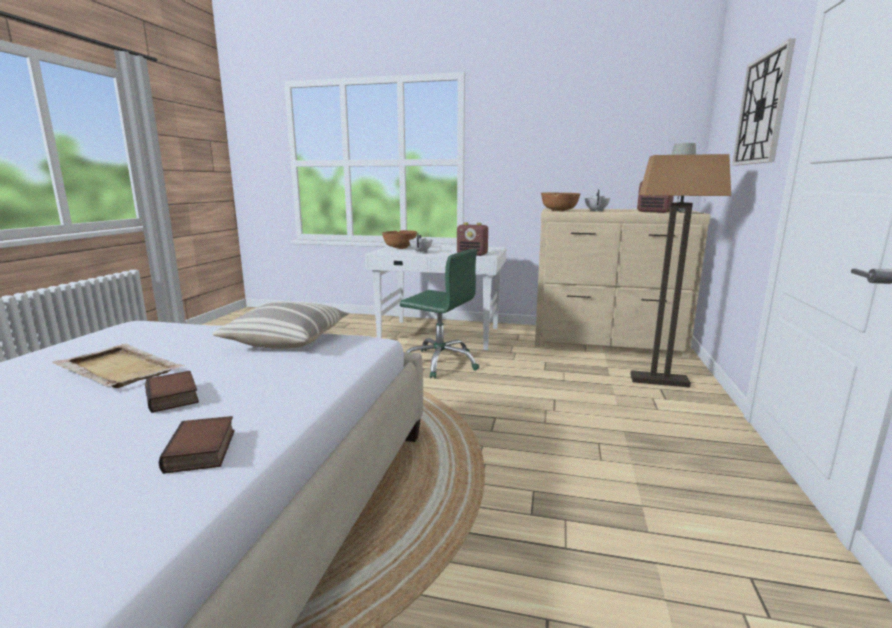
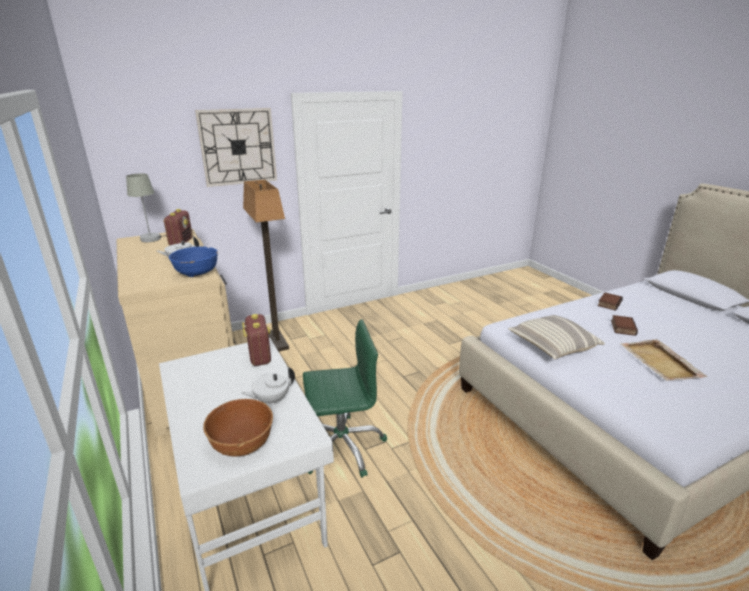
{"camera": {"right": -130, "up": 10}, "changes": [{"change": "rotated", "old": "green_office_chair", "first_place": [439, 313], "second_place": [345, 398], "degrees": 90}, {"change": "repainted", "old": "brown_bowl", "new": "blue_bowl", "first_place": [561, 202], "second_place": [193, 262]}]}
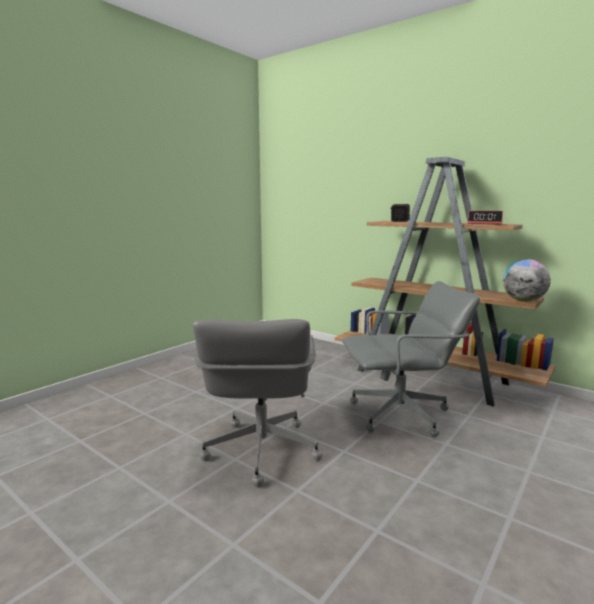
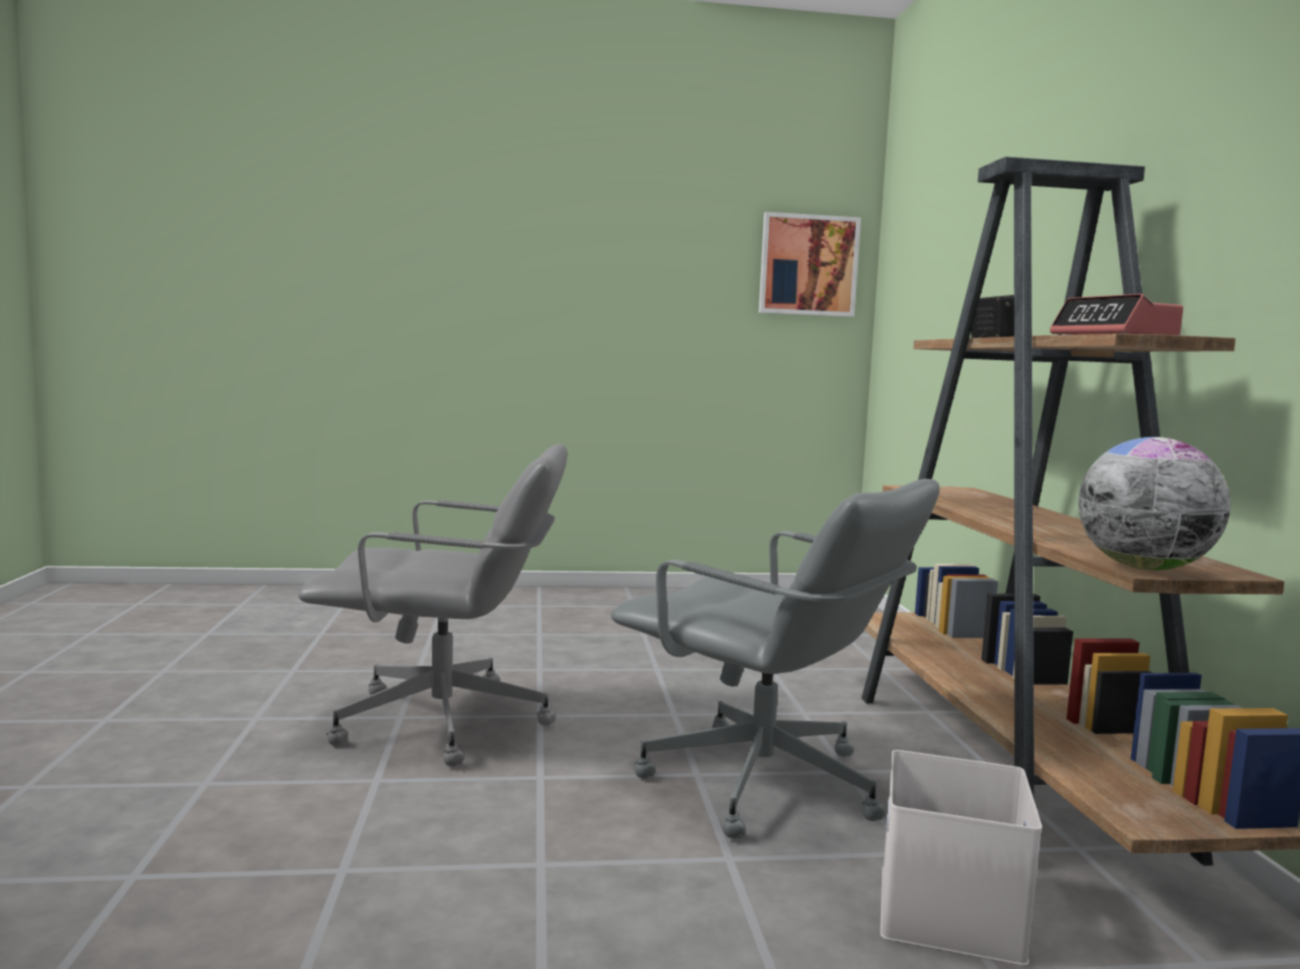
{"camera": {"right": 45, "up": -5}, "changes": [{"change": "rotated", "old": "grey_office_chair", "first_place": [257, 403], "second_place": [432, 605], "degrees": -135}, {"change": "new", "new": "picture", "second_place": [810, 264]}, {"change": "new", "new": "white_storage_box", "second_place": [961, 858]}]}
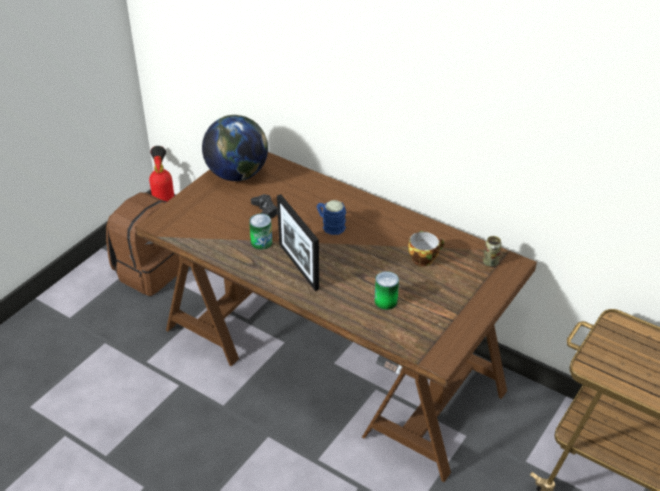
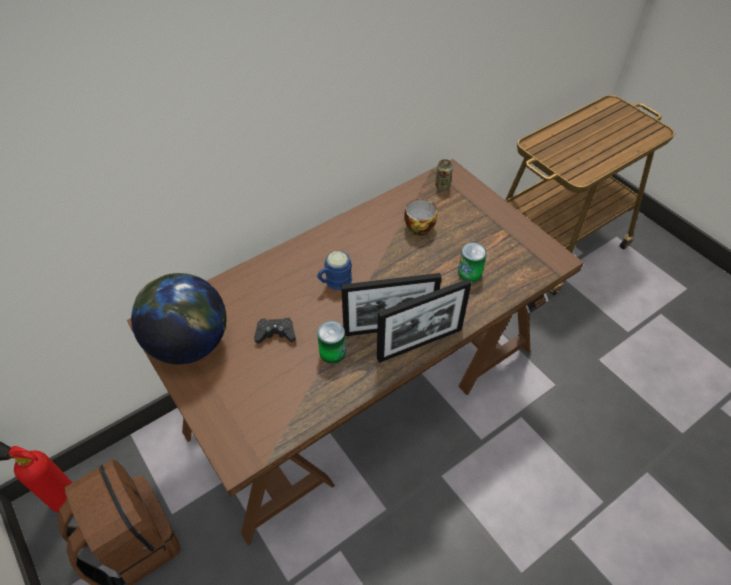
{"camera": {"right": -70, "up": 10}, "changes": [{"change": "new", "new": "picture_frame", "second_place": [424, 321]}]}
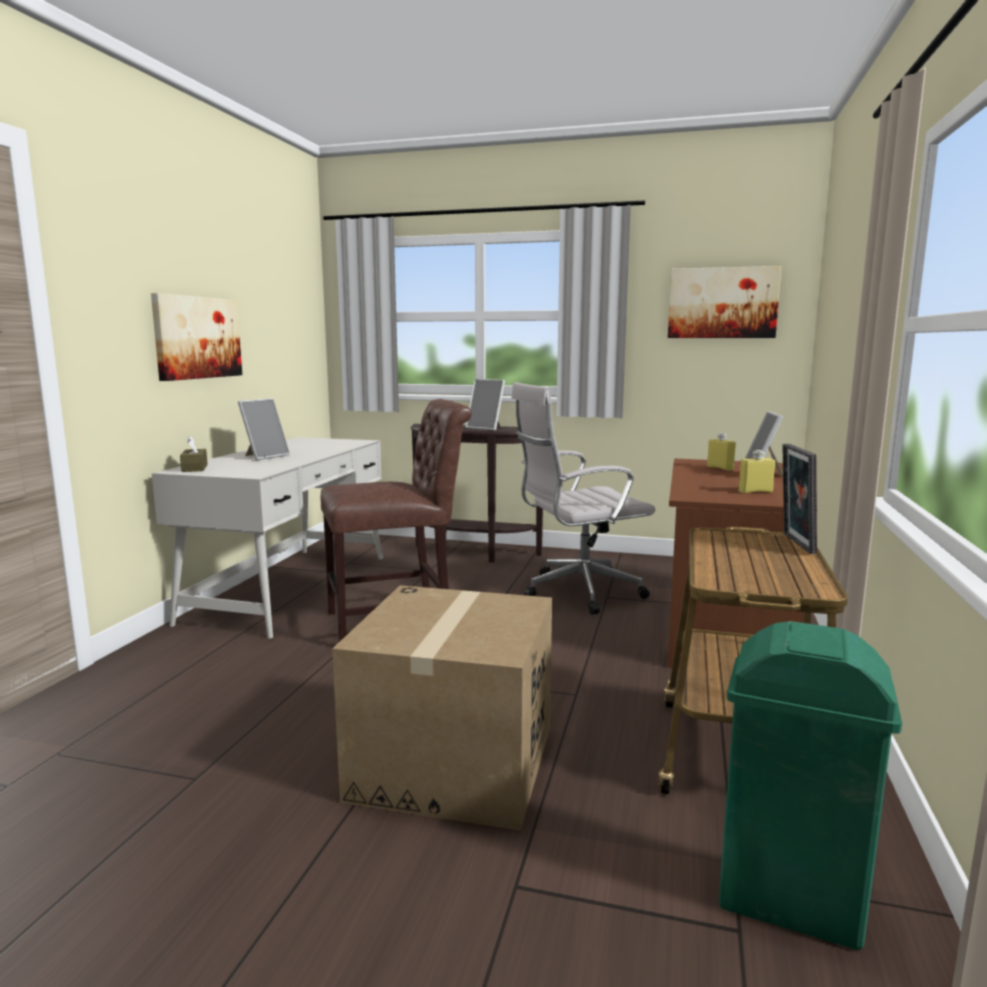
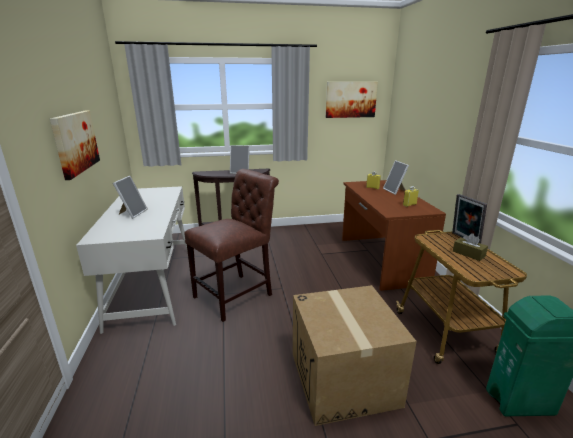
{"camera": {"right": -25, "up": 10}, "changes": [{"change": "shifted", "old": "brown_tissue_box", "first_place": [194, 454], "second_place": [470, 247]}, {"change": "gone", "old": "white_office_chair", "first_place": [584, 498]}]}
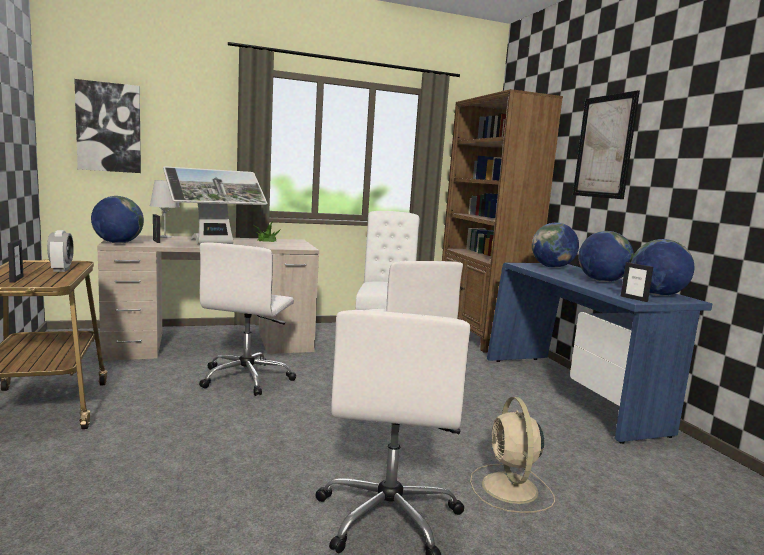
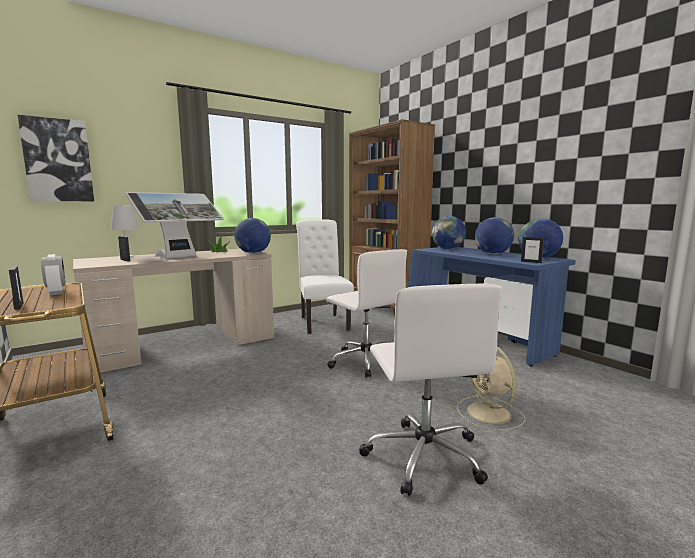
{"camera": {"right": -15, "up": 0}, "changes": [{"change": "shifted", "old": "globe", "first_place": [117, 220], "second_place": [252, 235]}, {"change": "gone", "old": "white_office_chair", "first_place": [247, 319]}, {"change": "gone", "old": "picture", "first_place": [606, 144]}]}
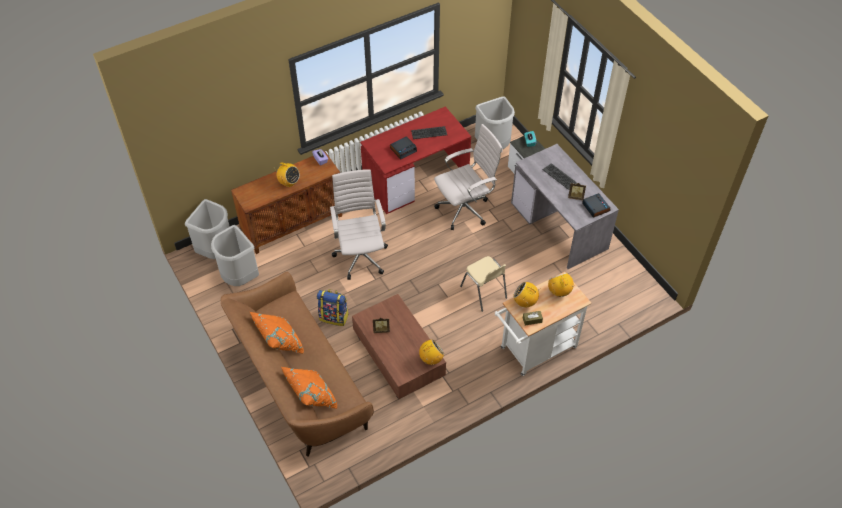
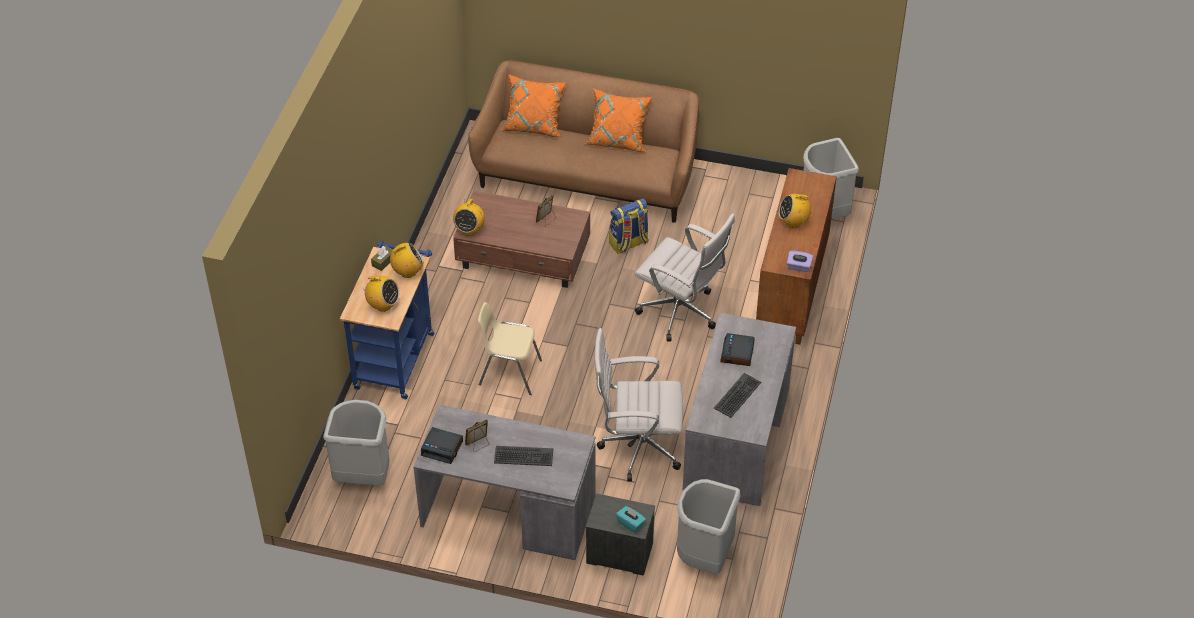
{"camera": {"right": 135, "up": -5}, "changes": [{"change": "shifted", "old": "grey_trash_can", "first_place": [235, 255], "second_place": [356, 443]}, {"change": "repainted", "old": "red_desk", "new": "grey_desk", "first_place": [415, 160], "second_place": [739, 409]}, {"change": "rotated", "old": "white_office_chair", "first_place": [468, 177], "second_place": [639, 405], "degrees": 75}, {"change": "repainted", "old": "white_cart", "new": "blue_cart", "first_place": [543, 324], "second_place": [387, 320]}]}
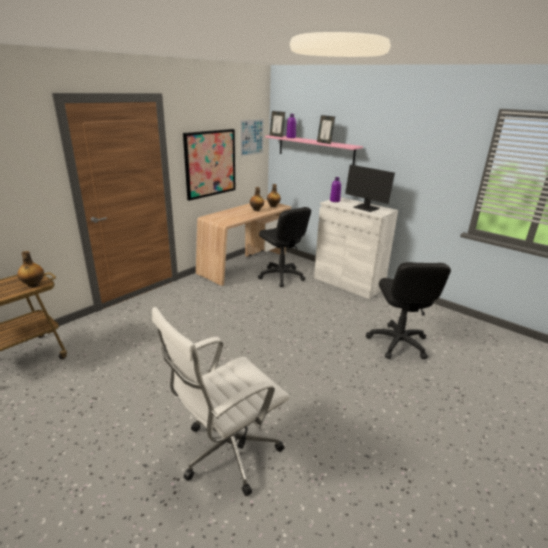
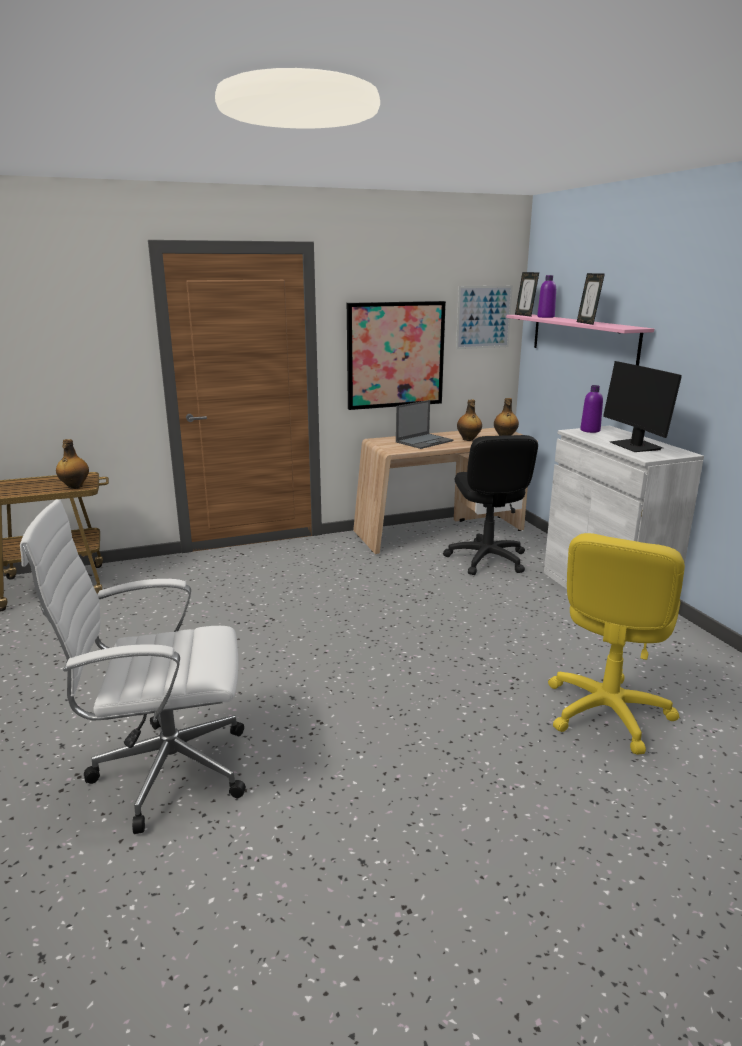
{"camera": {"right": 30, "up": -5}, "changes": [{"change": "repainted", "old": "black_office_chair", "new": "yellow_office_chair", "first_place": [408, 310], "second_place": [616, 644]}, {"change": "new", "new": "laptop", "second_place": [425, 424]}]}
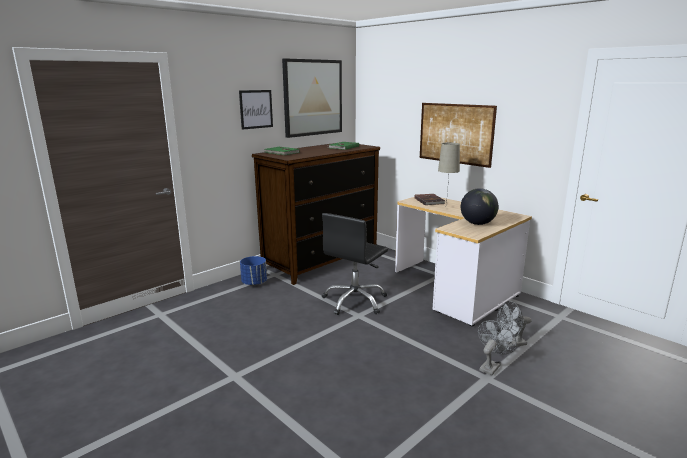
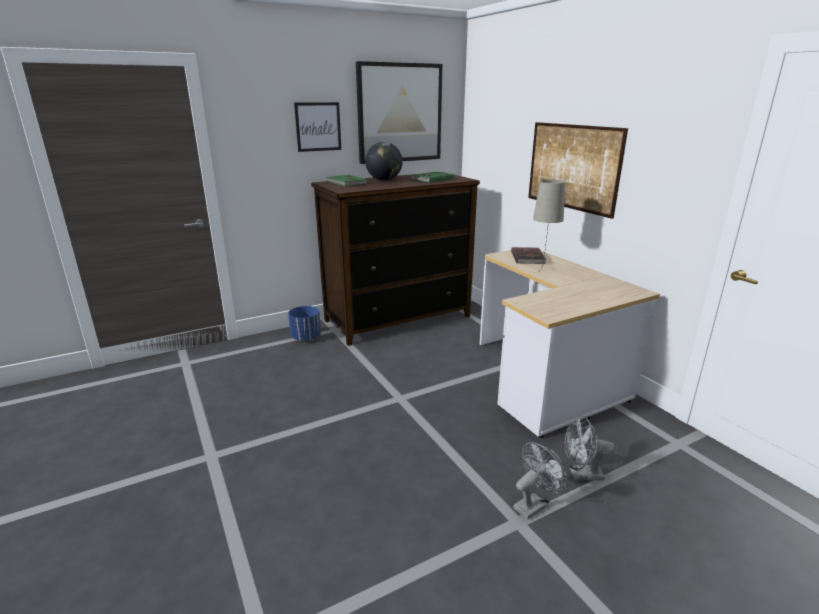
{"camera": {"right": 15, "up": 5}, "changes": [{"change": "gone", "old": "black_office_chair", "first_place": [355, 264]}, {"change": "shifted", "old": "globe", "first_place": [480, 206], "second_place": [384, 161]}]}
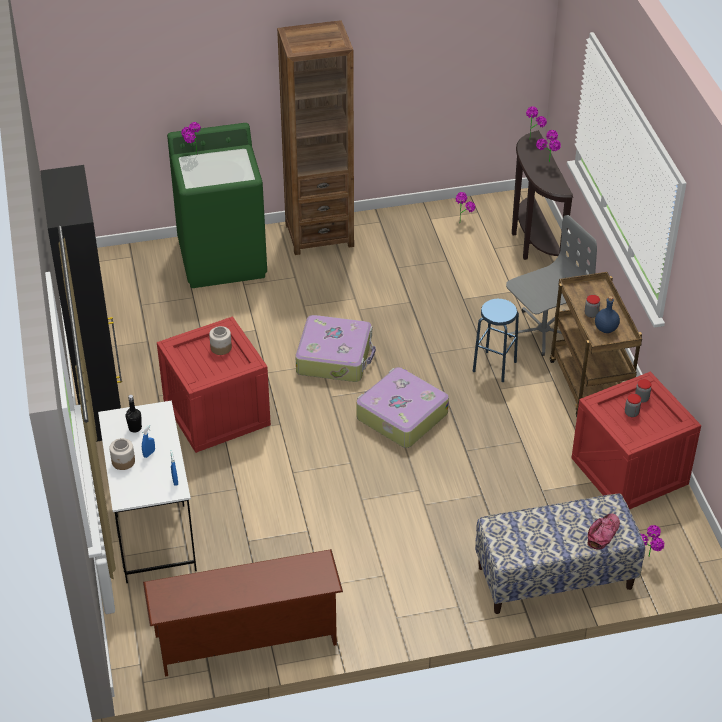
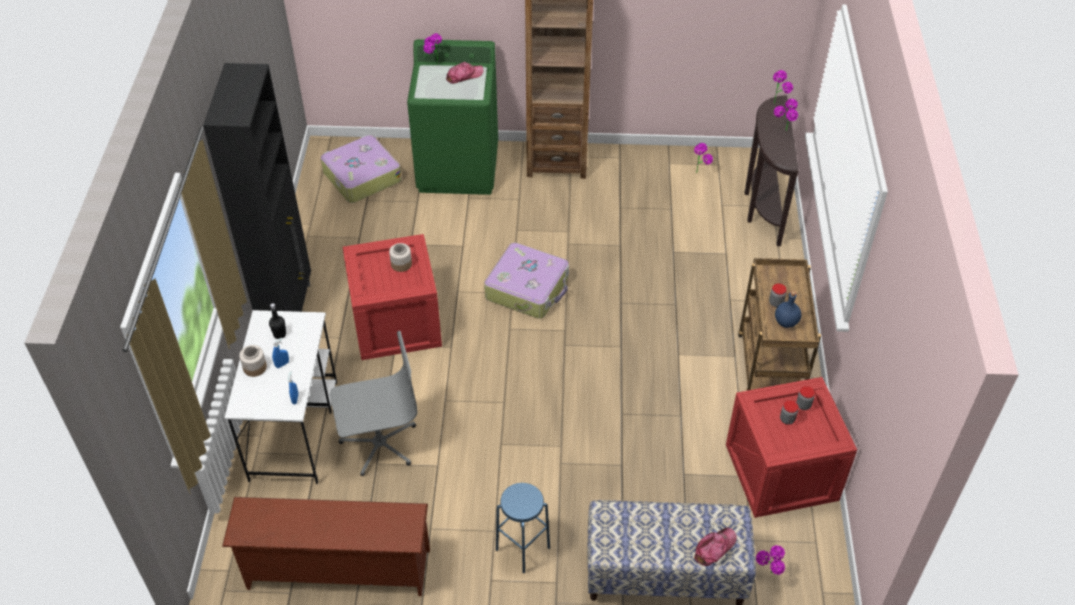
{"camera": {"right": 15, "up": 5}, "changes": [{"change": "shifted", "old": "suitcase", "first_place": [402, 407], "second_place": [361, 169]}, {"change": "shifted", "old": "blue_stool", "first_place": [496, 340], "second_place": [523, 528]}, {"change": "shifted", "old": "grey_office_chair", "first_place": [551, 285], "second_place": [374, 403]}, {"change": "new", "new": "cap", "second_place": [465, 73]}]}
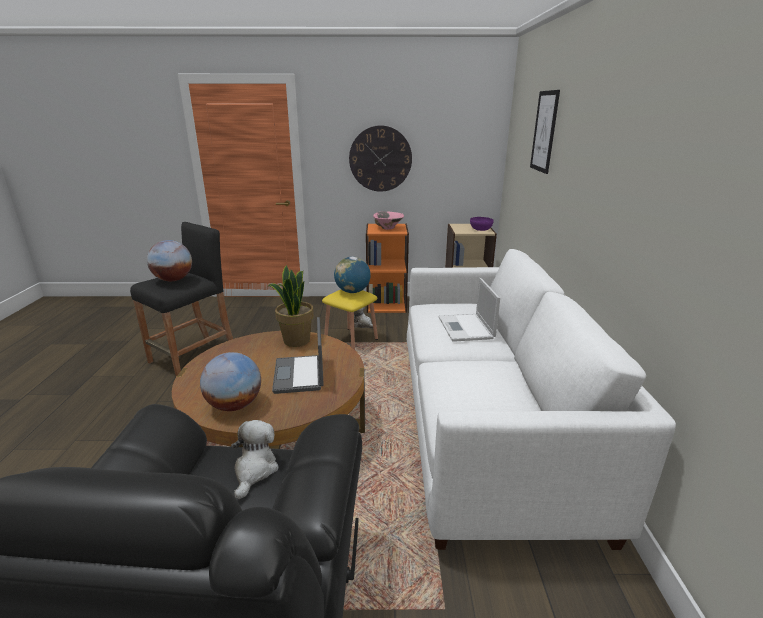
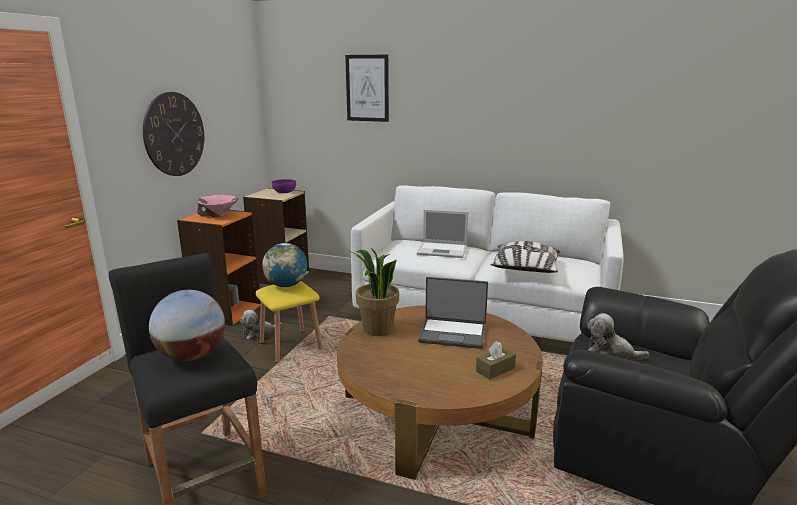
{"camera": {"right": -70, "up": -5}, "changes": [{"change": "swapped", "old": "globe", "new": "brown_tissue_box", "first_place": [230, 381], "second_place": [496, 360]}, {"change": "new", "new": "pillow", "second_place": [525, 257]}]}
